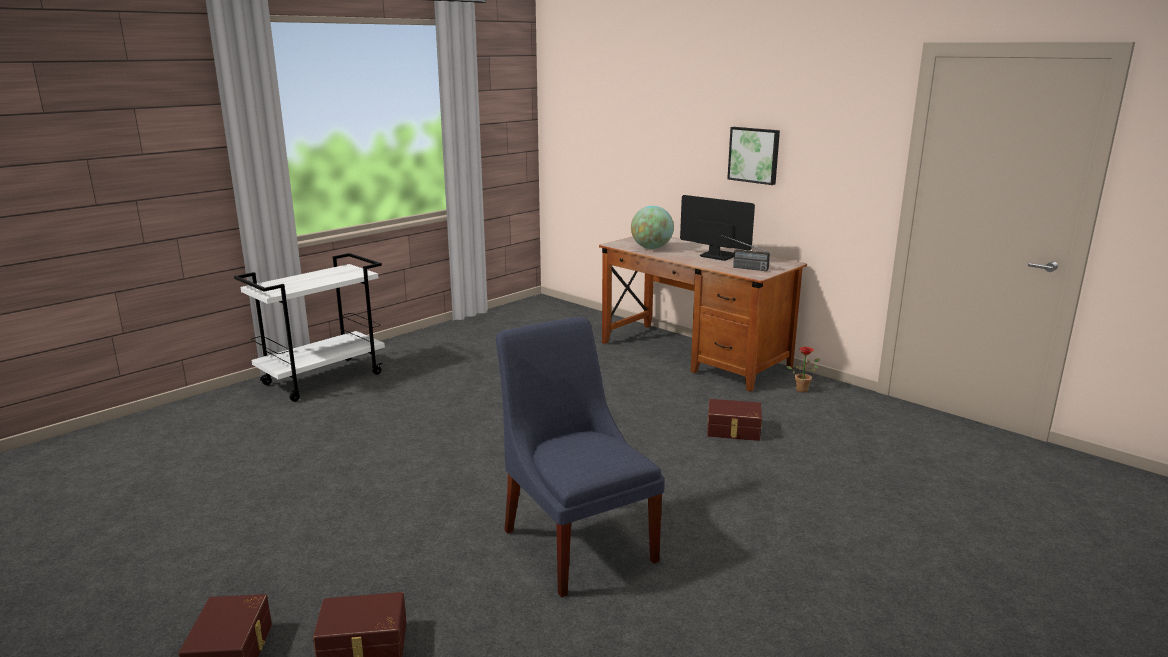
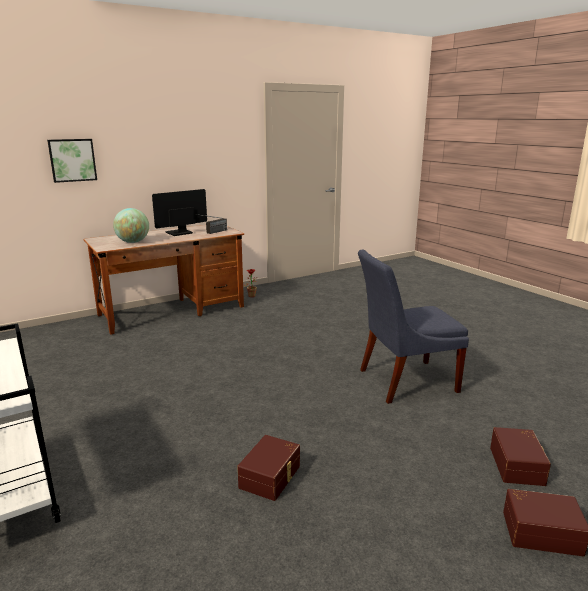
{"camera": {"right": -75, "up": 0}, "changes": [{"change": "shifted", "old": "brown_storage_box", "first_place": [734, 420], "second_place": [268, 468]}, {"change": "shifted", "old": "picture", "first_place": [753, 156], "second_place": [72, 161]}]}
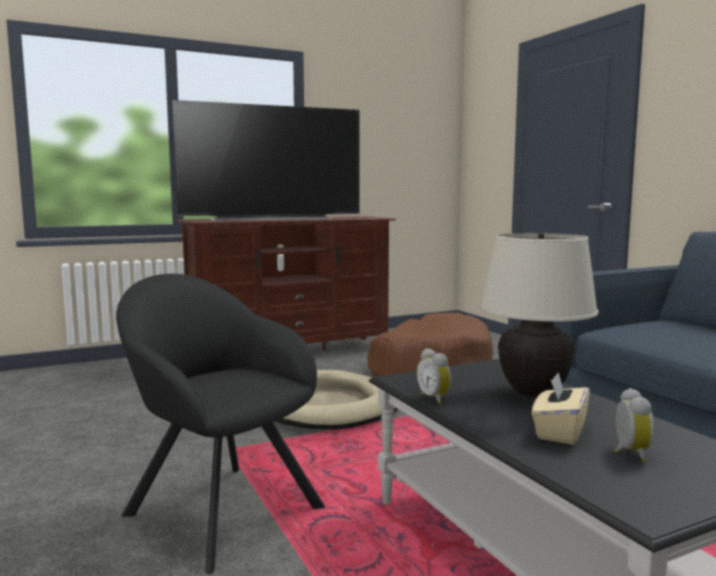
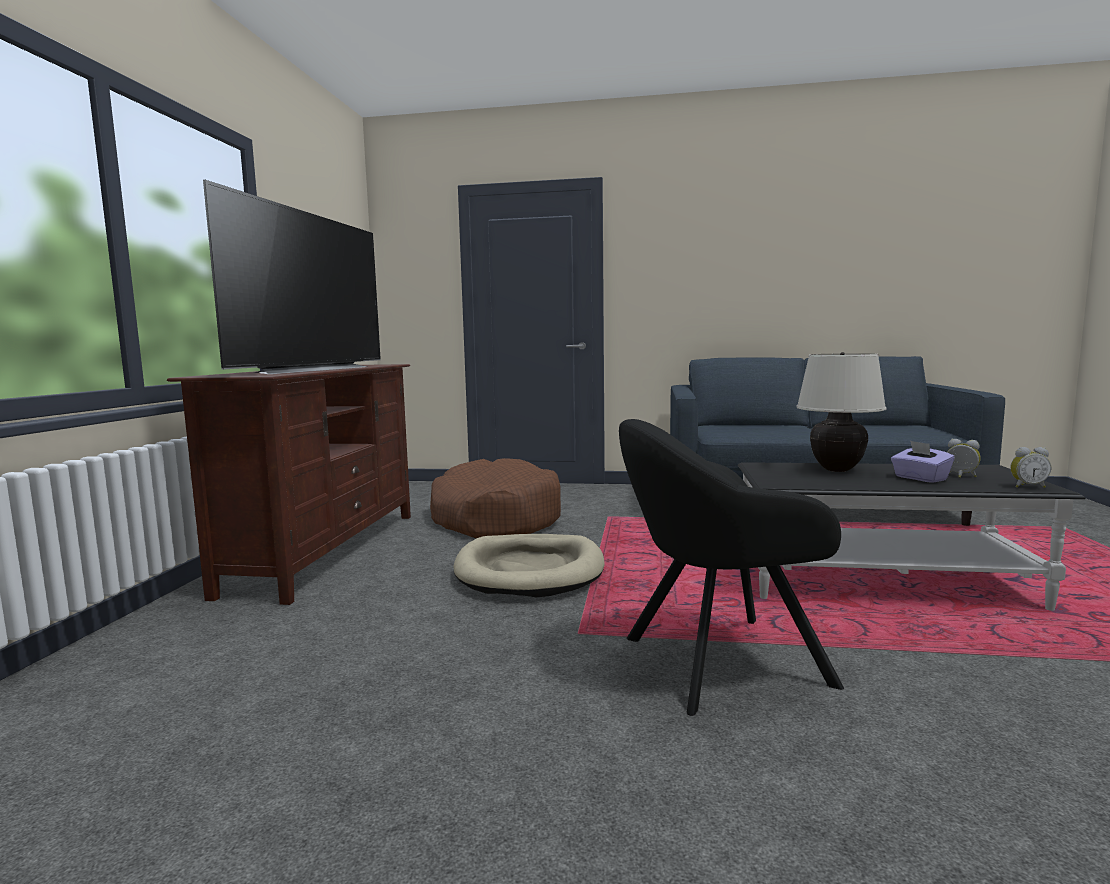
{"camera": {"right": -55, "up": 0}, "changes": [{"change": "shifted", "old": "alarm_clock", "first_place": [433, 376], "second_place": [1030, 467]}, {"change": "repainted", "old": "beige_tissue_box", "new": "purple_tissue_box", "first_place": [561, 408], "second_place": [923, 462]}]}
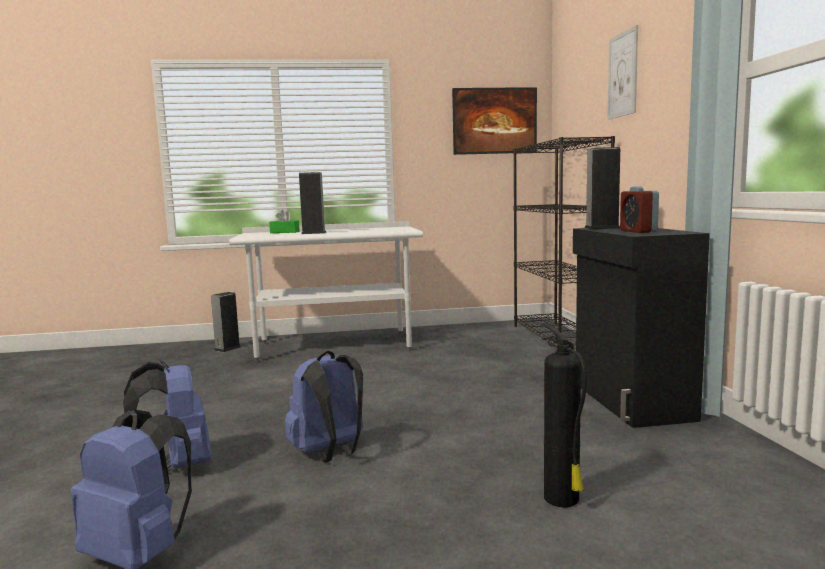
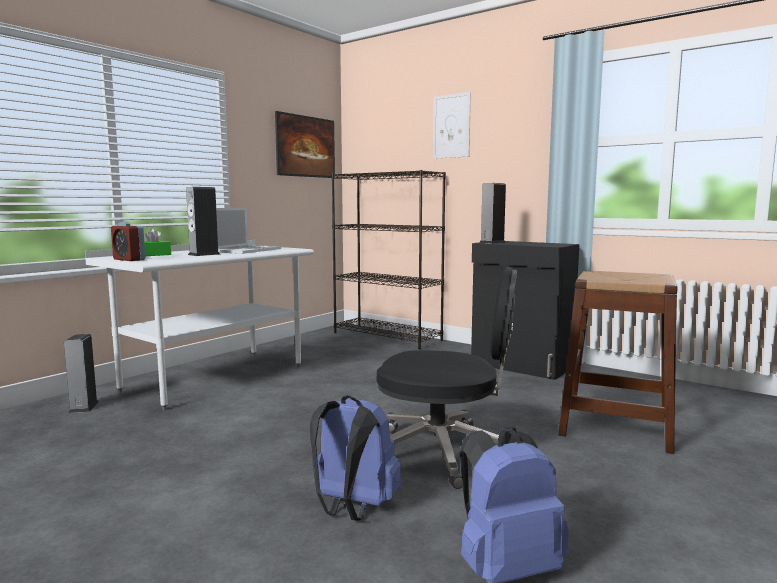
{"camera": {"right": -45, "up": 0}, "changes": [{"change": "swapped", "old": "blue_backpack", "new": "black_office_chair", "first_place": [324, 407], "second_place": [447, 378]}, {"change": "swapped", "old": "fire_extinguisher", "new": "brown_stool", "first_place": [564, 415], "second_place": [618, 362]}, {"change": "shifted", "old": "alarm_clock", "first_place": [639, 209], "second_place": [128, 241]}, {"change": "new", "new": "laptop", "second_place": [248, 231]}]}
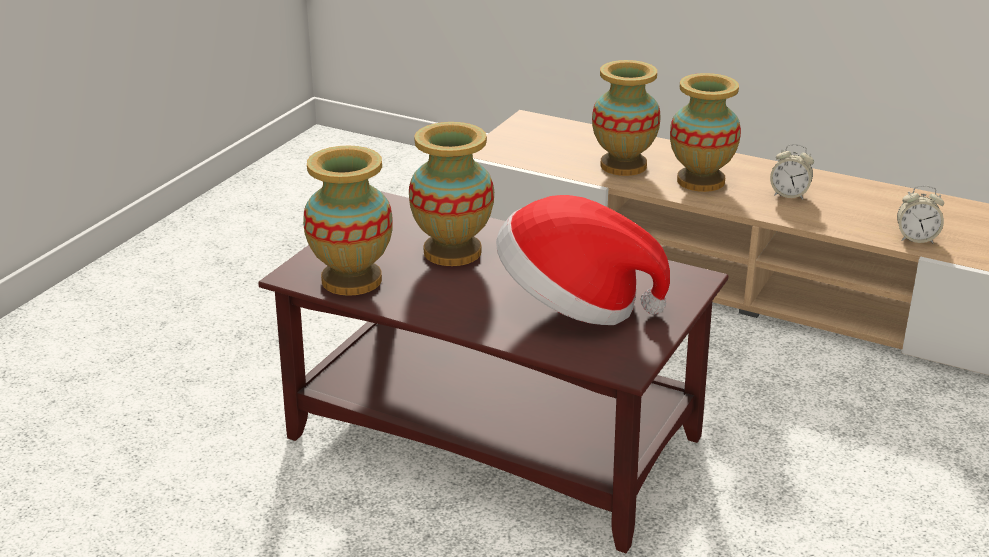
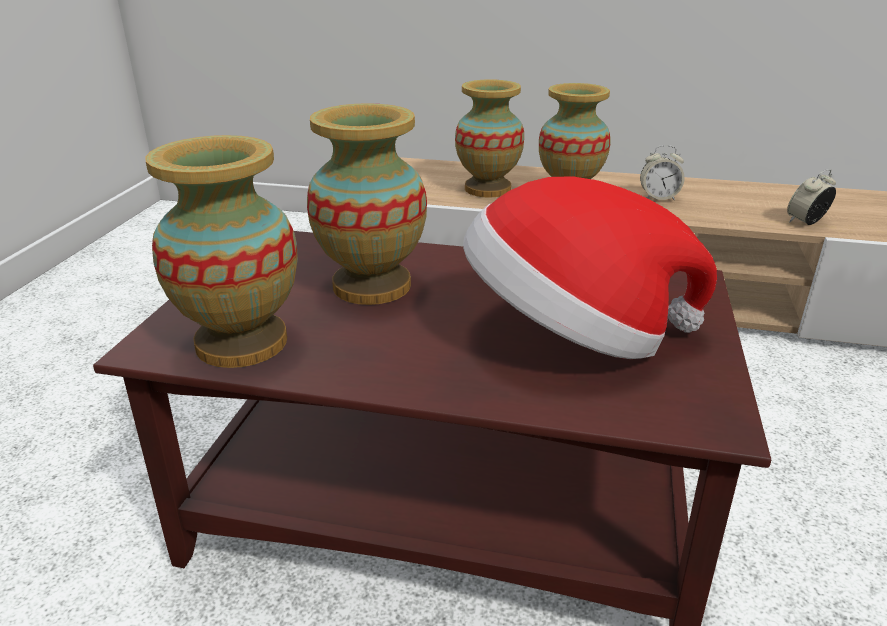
{"camera": {"right": -15, "up": 0}, "changes": [{"change": "rotated", "old": "alarm_clock", "first_place": [920, 214], "second_place": [811, 197], "degrees": 150}]}
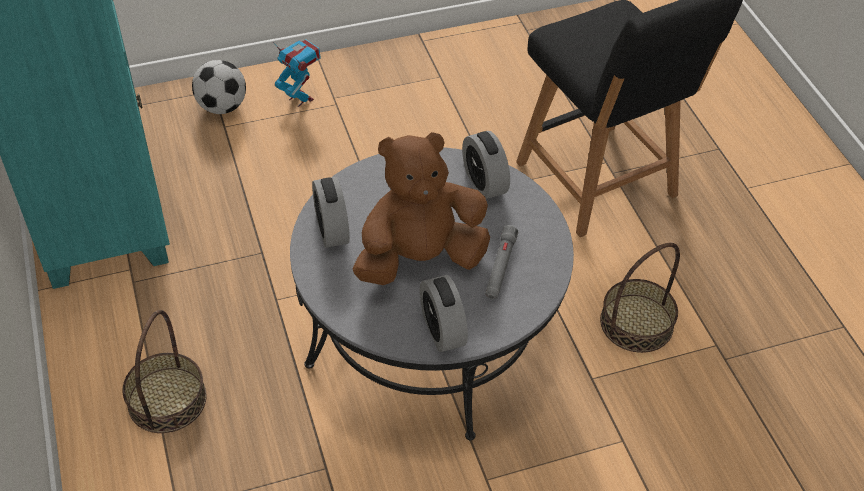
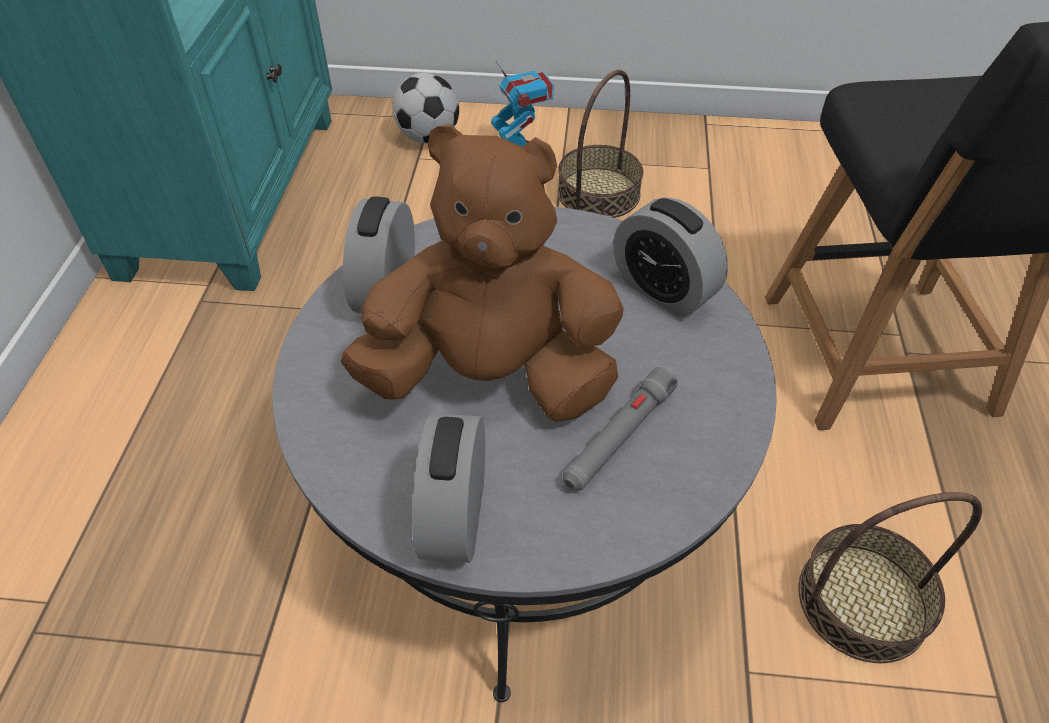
{"camera": {"right": 25, "up": 0}, "changes": [{"change": "shifted", "old": "basket", "first_place": [164, 371], "second_place": [600, 144]}, {"change": "rotated", "old": "alarm_clock", "first_place": [486, 165], "second_place": [670, 257], "degrees": -45}]}
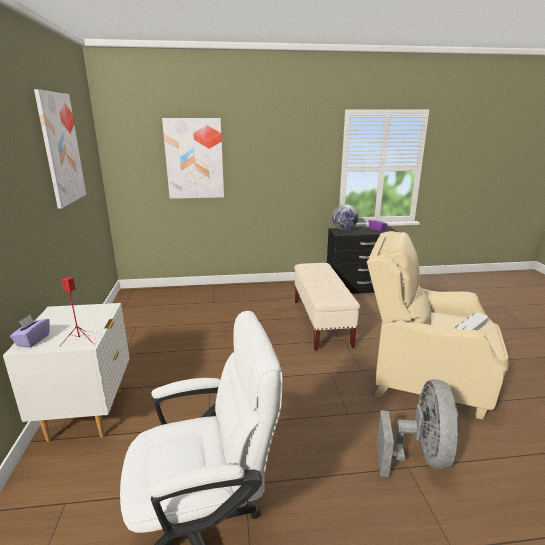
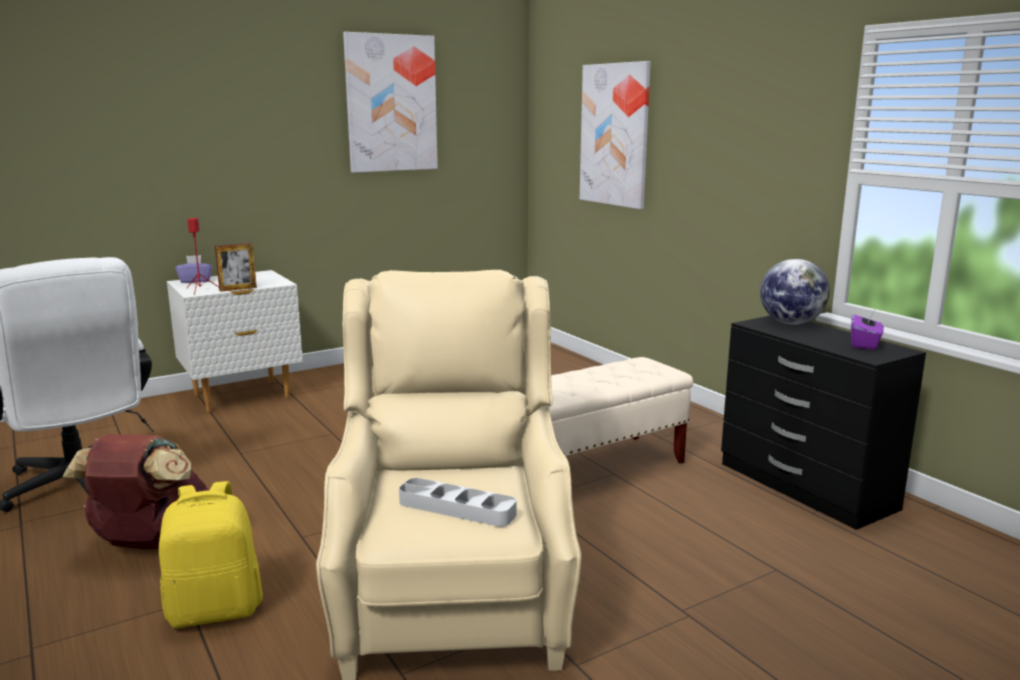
{"camera": {"right": 65, "up": -5}, "changes": [{"change": "swapped", "old": "grey_fan", "new": "yellow_backpack", "first_place": [418, 428], "second_place": [211, 554]}, {"change": "new", "new": "brown_backpack", "second_place": [136, 491]}, {"change": "new", "new": "picture_frame", "second_place": [236, 267]}]}
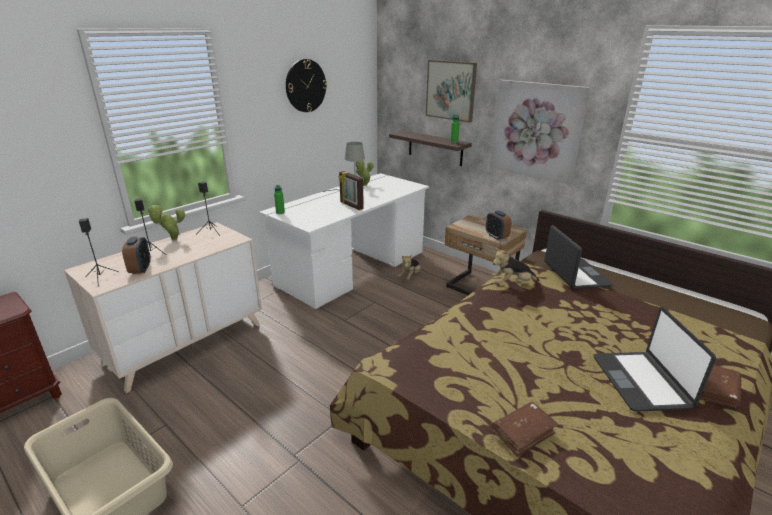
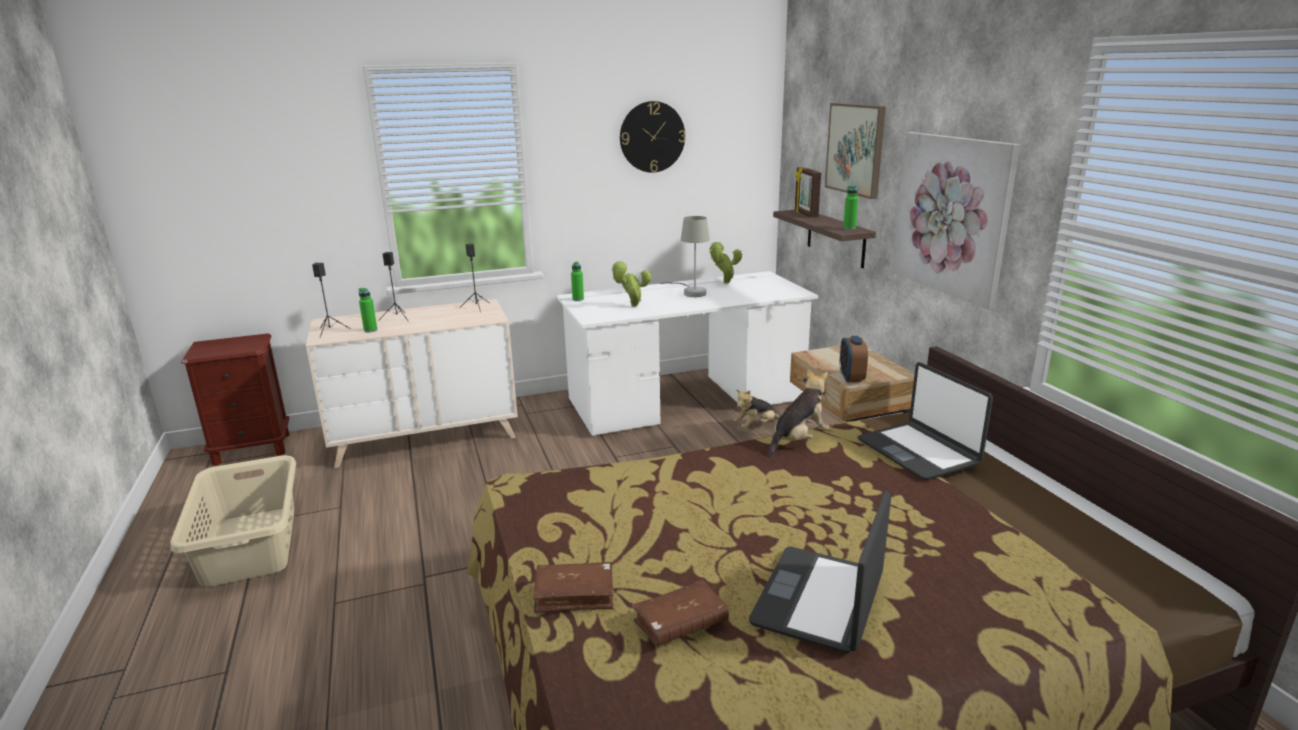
{"camera": {"right": 30, "up": -5}, "changes": [{"change": "swapped", "old": "alarm_clock", "new": "green_bottle", "first_place": [136, 255], "second_place": [368, 310]}, {"change": "shifted", "old": "potted_plant", "first_place": [166, 222], "second_place": [631, 284]}, {"change": "shifted", "old": "picture_frame", "first_place": [351, 190], "second_place": [808, 192]}, {"change": "rotated", "old": "plush_toy", "first_place": [516, 266], "second_place": [799, 413], "degrees": 120}, {"change": "rotated", "old": "laptop", "first_place": [578, 257], "second_place": [925, 421], "degrees": 135}, {"change": "shifted", "old": "brown_book", "first_place": [721, 386], "second_place": [680, 613]}]}
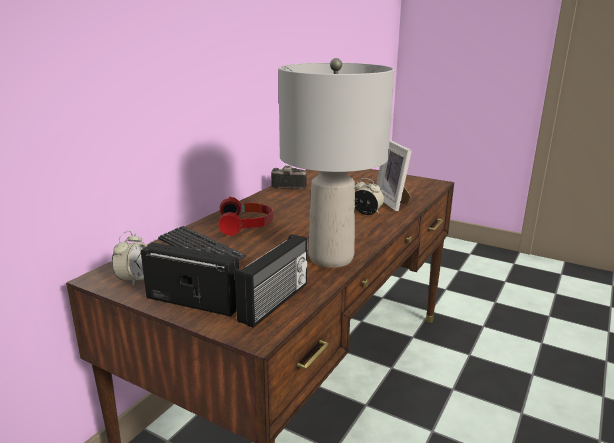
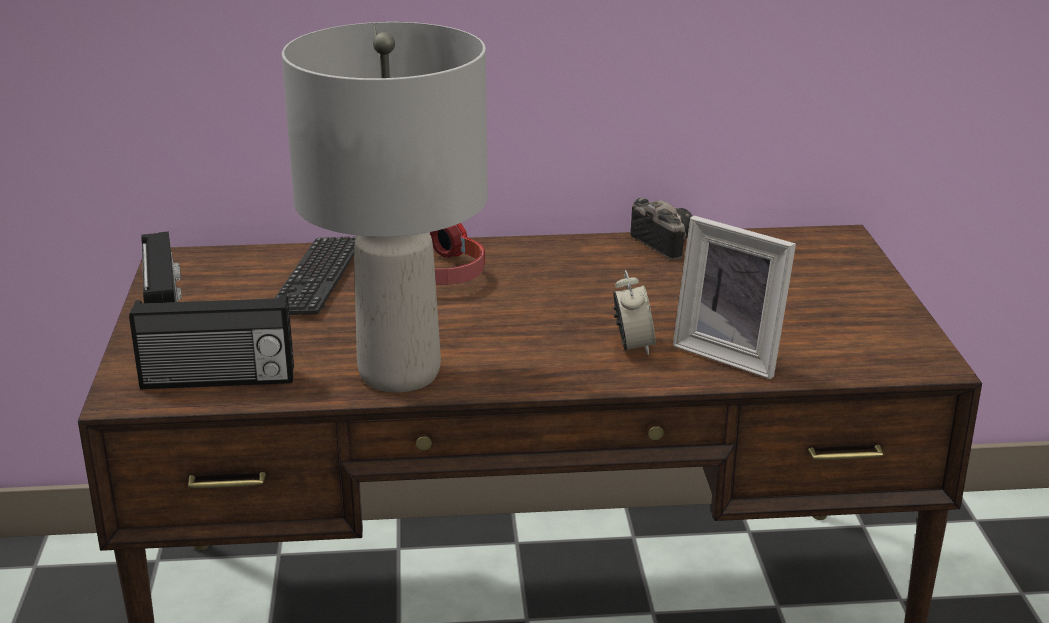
{"camera": {"right": 55, "up": 5}, "changes": [{"change": "gone", "old": "alarm_clock", "first_place": [129, 258]}, {"change": "rotated", "old": "picture_frame", "first_place": [394, 175], "second_place": [734, 297], "degrees": -90}]}
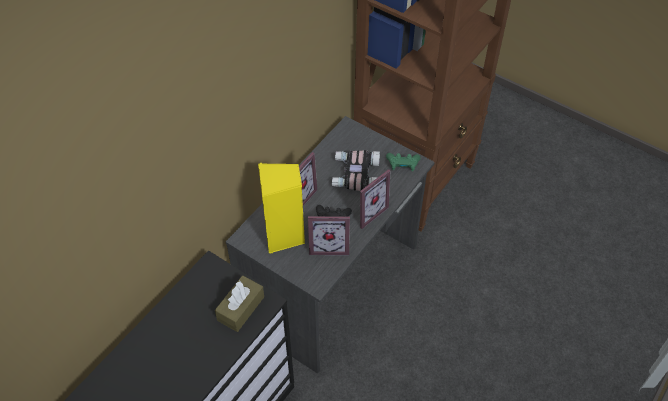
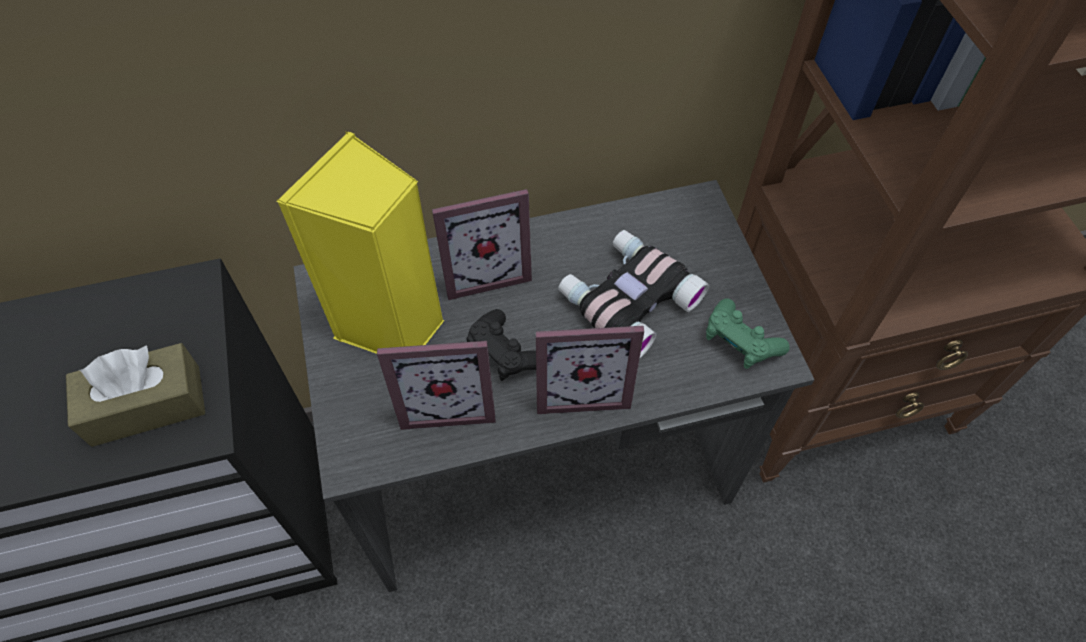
{"camera": {"right": 40, "up": 5}, "changes": [{"change": "rotated", "old": "picture_frame", "first_place": [329, 235], "second_place": [436, 385], "degrees": -45}]}
